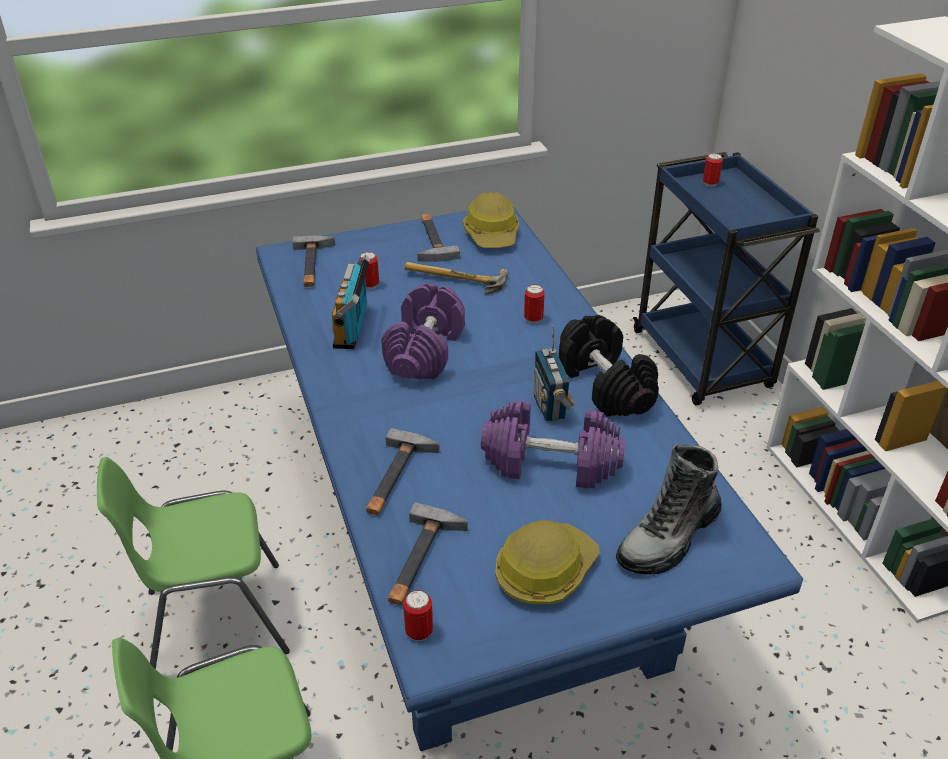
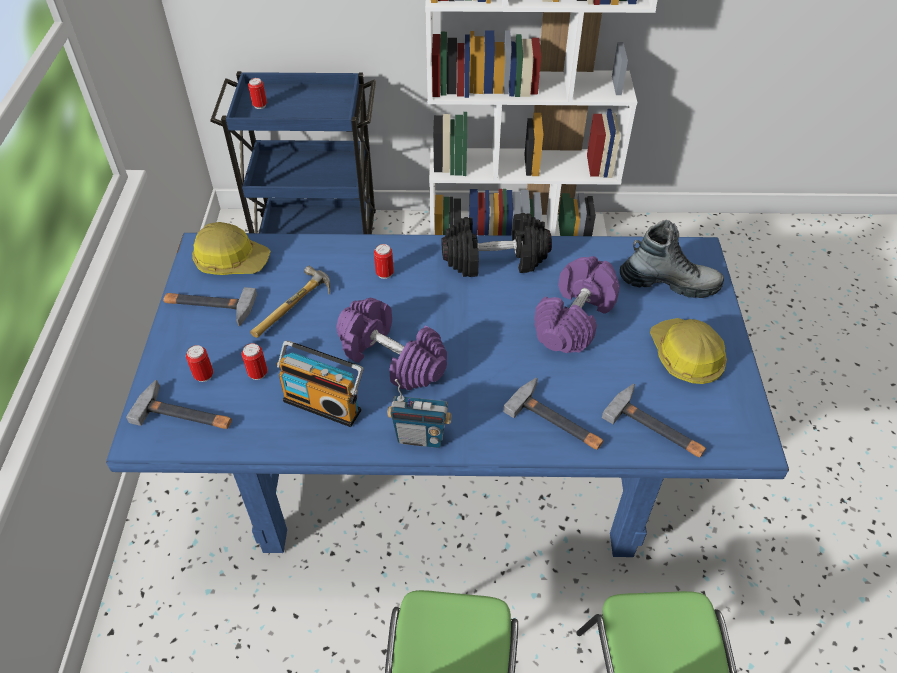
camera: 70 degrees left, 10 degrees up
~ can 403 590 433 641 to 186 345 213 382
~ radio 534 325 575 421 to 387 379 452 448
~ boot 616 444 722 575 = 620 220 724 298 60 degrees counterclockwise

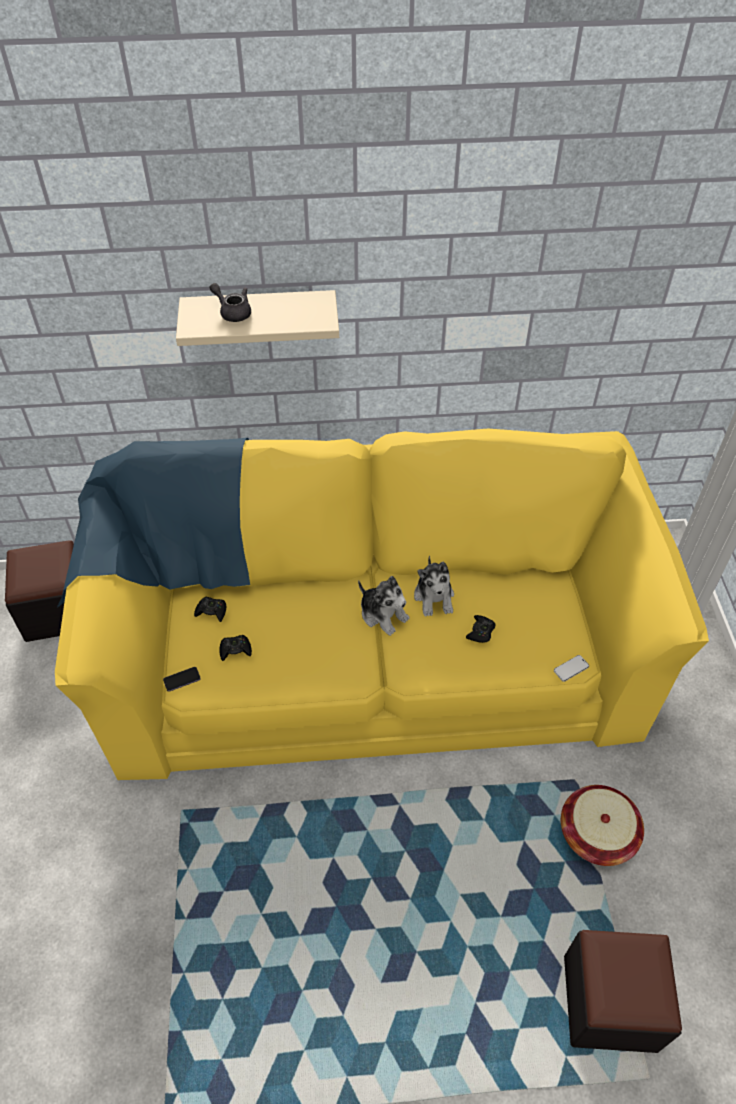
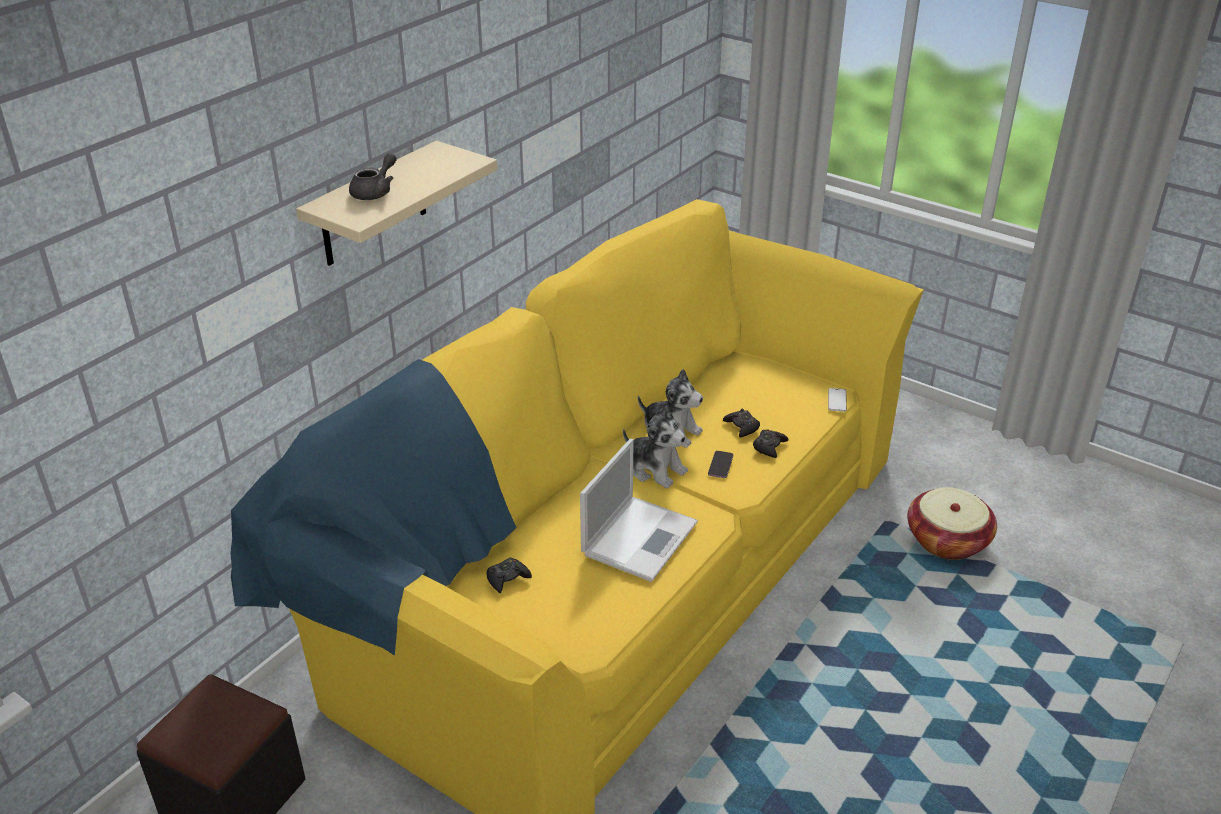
camera: 50 degrees left, 15 degrees down
~ phone 163 667 201 692 to 708 451 733 478
~ teapot (grey) 209 283 251 322 = 349 153 397 200 135 degrees clockwise
~ game controller (black) 219 635 252 661 to 753 429 789 458
~ plush toy 358 576 410 636 = 623 406 688 488 45 degrees clockwise
- ottoman (black) 564 930 682 1053
+ laptop 580 439 698 582

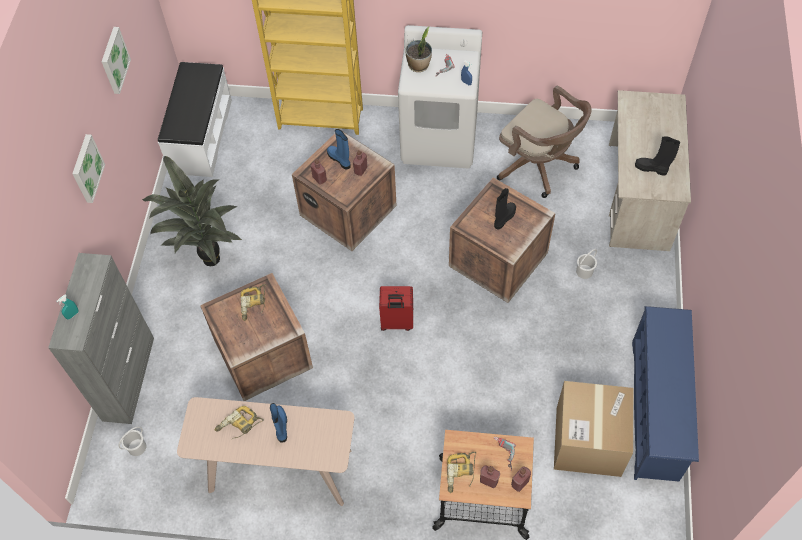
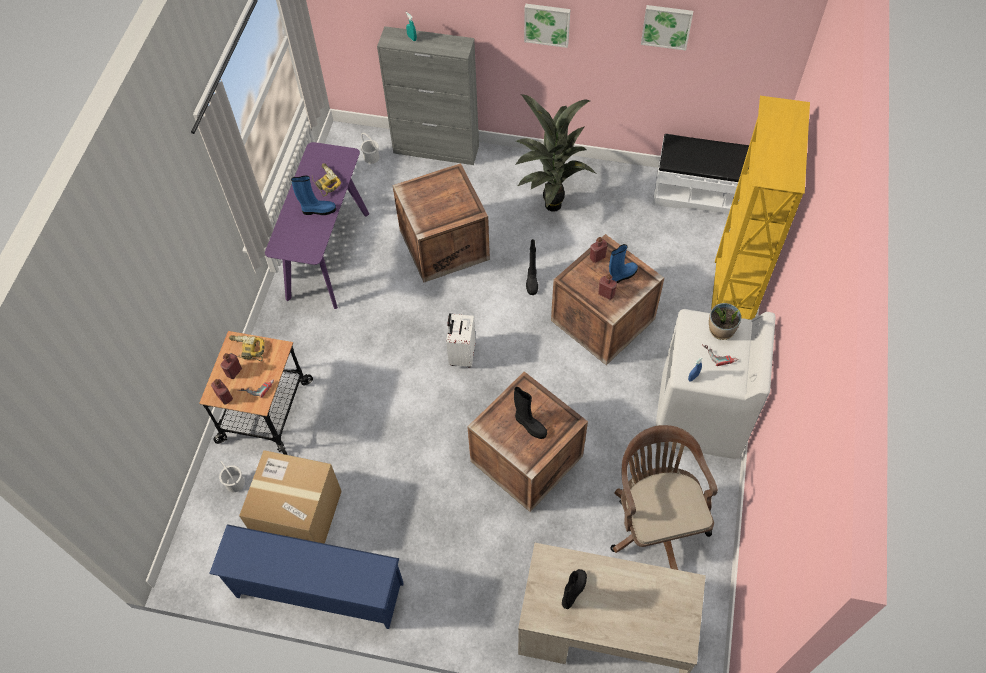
camera: 95 degrees right, 0 degrees up
~ console table (beige) 177 397 354 506 to console table (purple) 265 142 369 309
- power drill 240 284 266 321
~ suitcase (red) 379 286 413 331 to suitcase (white) 446 313 476 368
~ office chair (brown) 497 86 592 198 = 611 425 718 570 120 degrees clockwise
~ bucket (white) 576 249 597 279 to 219 461 245 492
+ boot (black) 526 239 538 295

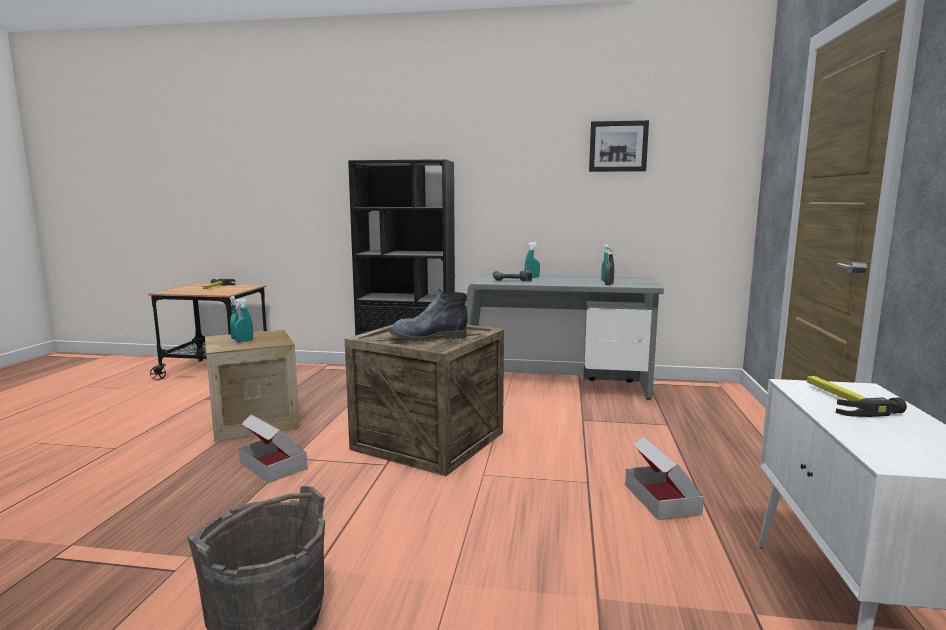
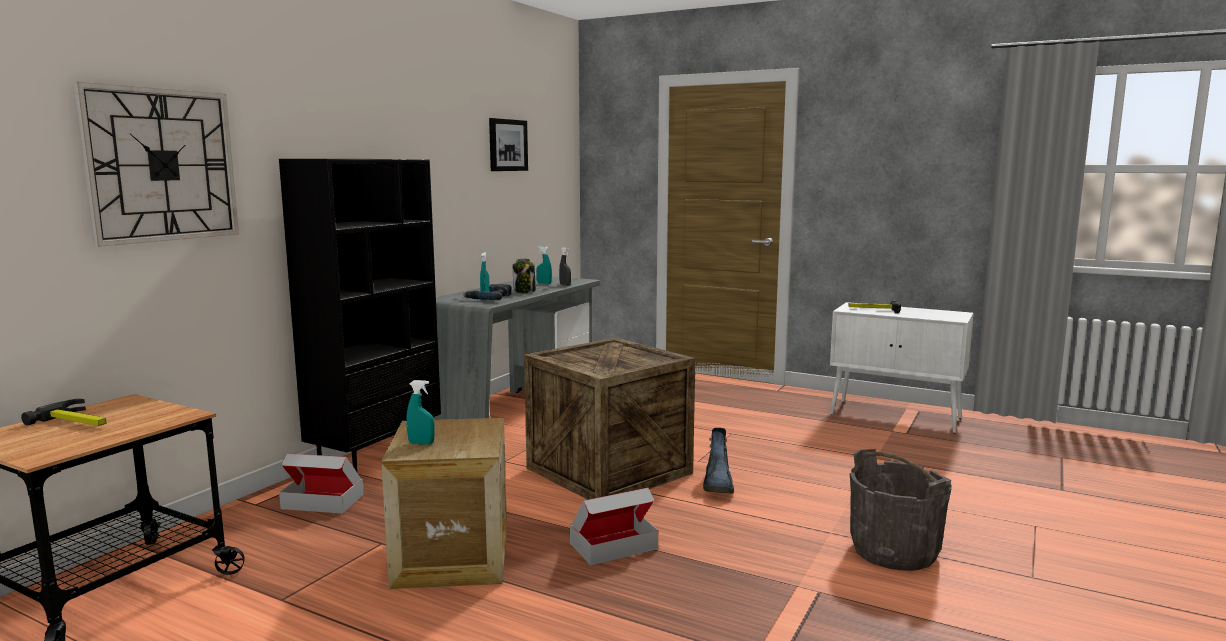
camera: 70 degrees left, 0 degrees up
- spray bottle (turquoise) 234 299 253 342
~ boot 389 289 468 342 to 703 428 734 494
~ cardboard box 625 436 704 520 to 279 453 364 514
+ wall clock 73 82 239 247
+ jar 513 259 536 293

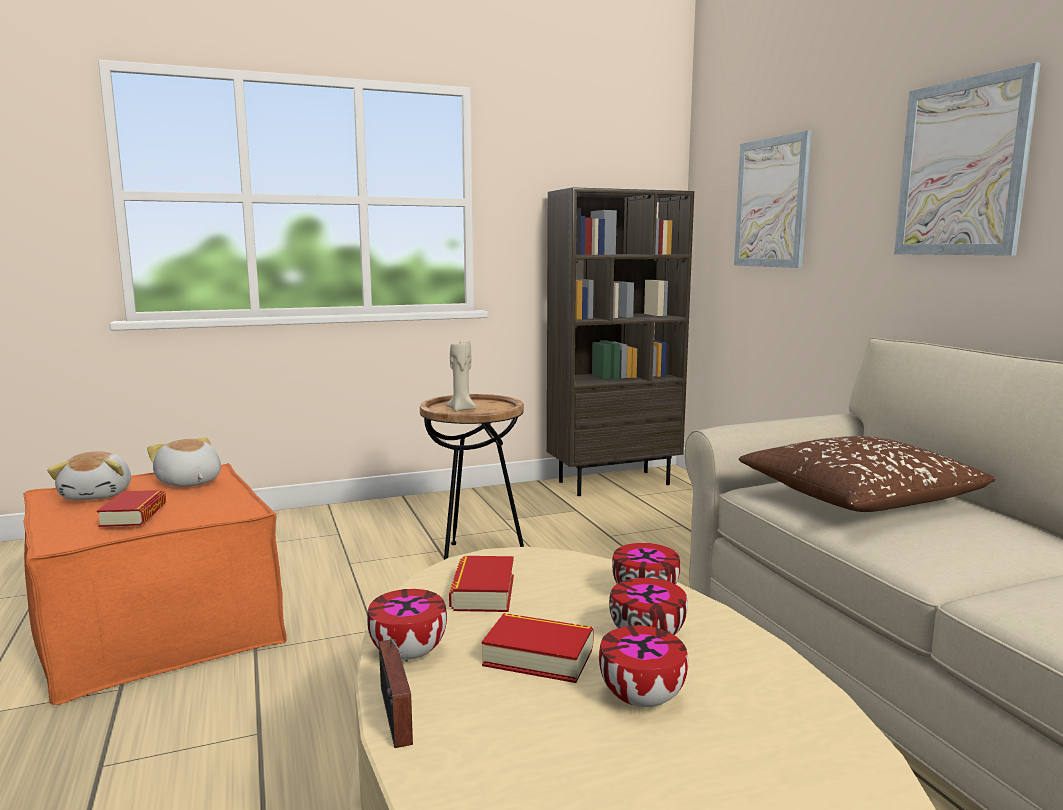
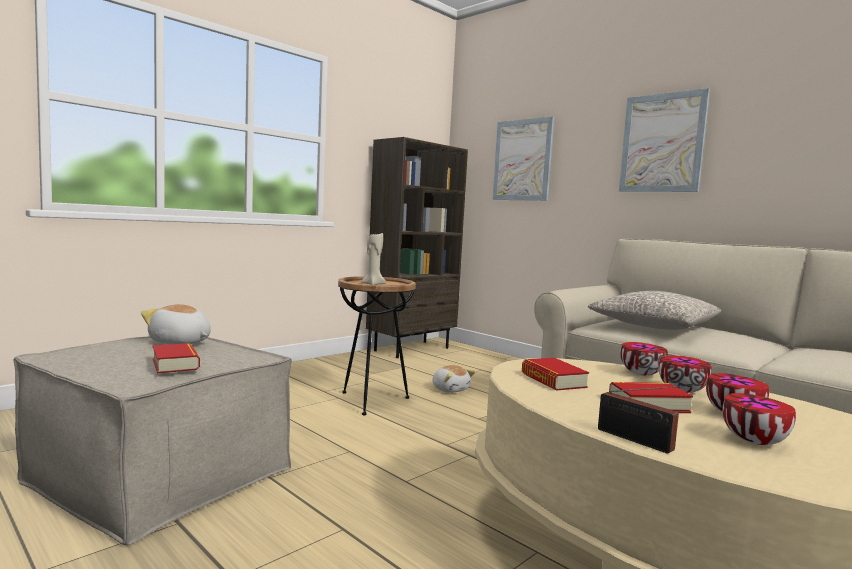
camera: 25 degrees left, 5 degrees down
~ ottoman (orange) 24 463 287 705 to ottoman (beige) 14 336 292 545
~ plush toy 47 451 131 500 to 432 365 475 393
~ bowl 367 589 447 660 to 722 393 796 445
~ pillow (brown) 739 436 995 512 to pillow (grey) 588 291 722 330

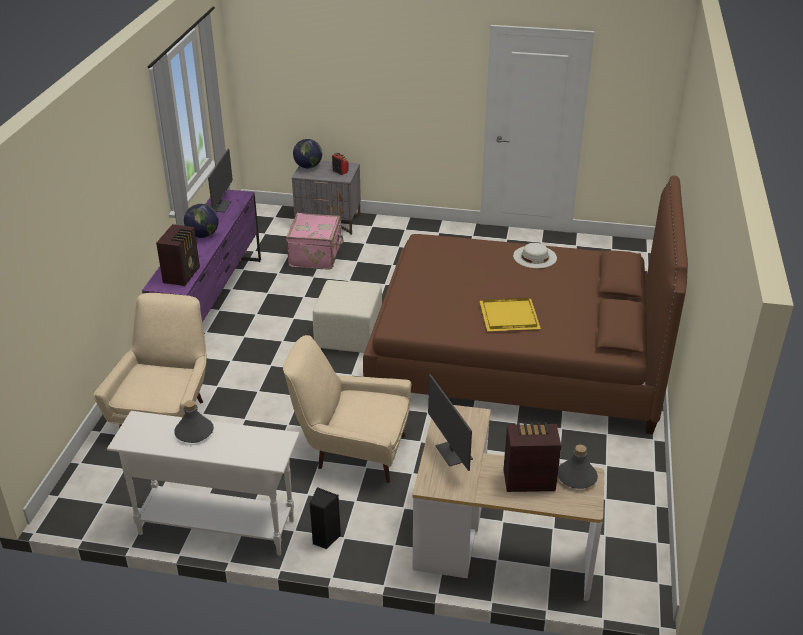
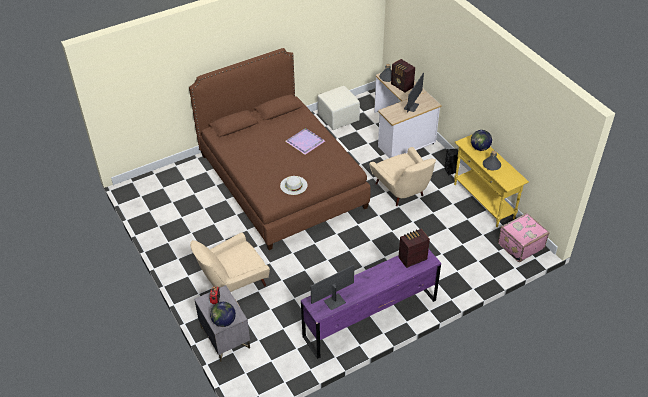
camera: 130 degrees left, 10 degrees up
~ armchair (beige) 93 293 207 428 to 190 232 270 292
~ console table (white) 107 411 300 556 to console table (yellow) 454 134 529 227
~ globe 184 204 219 238 to 471 130 492 151
~ suitcase (pink) 286 213 344 270 to 498 213 550 262
~ ottoman (beige) 313 280 382 353 to 318 86 360 130
~ tray (yellow) 480 298 541 331 to tray (purple) 285 128 325 155
~ hat (white) 513 243 557 268 to 280 176 307 195

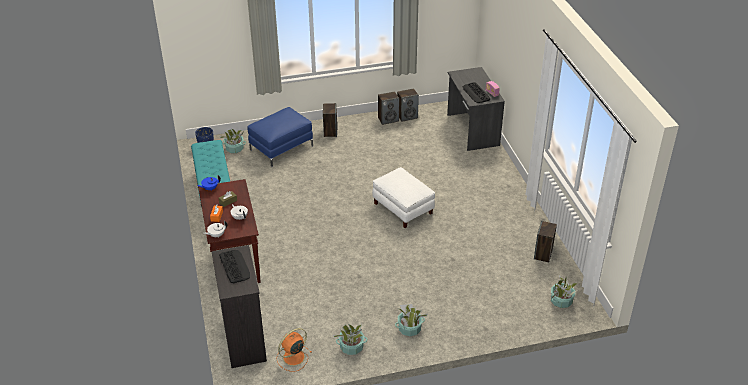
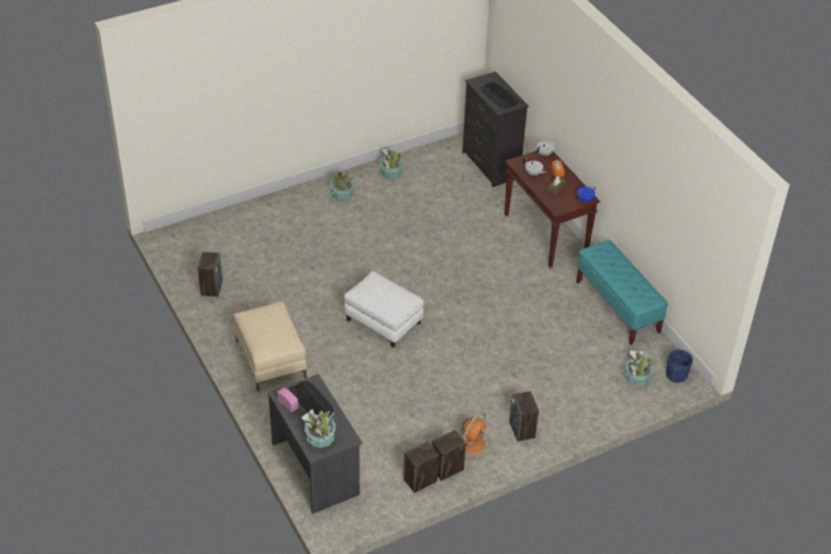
camera: 165 degrees right, 5 degrees up
- ottoman (blue) 248 107 313 167
~ fan (orange) 277 328 312 372 to 459 412 492 460
~ potted plant 551 276 578 308 to 301 409 335 448
+ ottoman (beige) 234 302 307 391

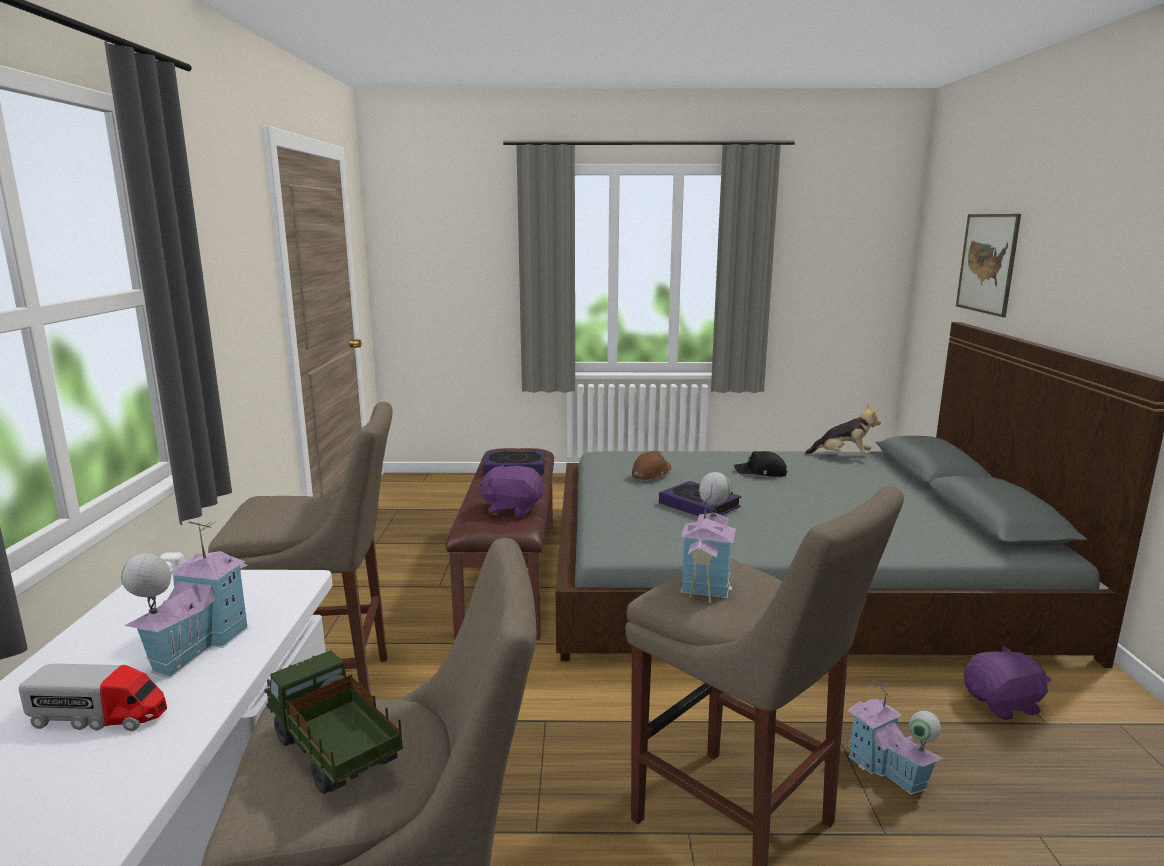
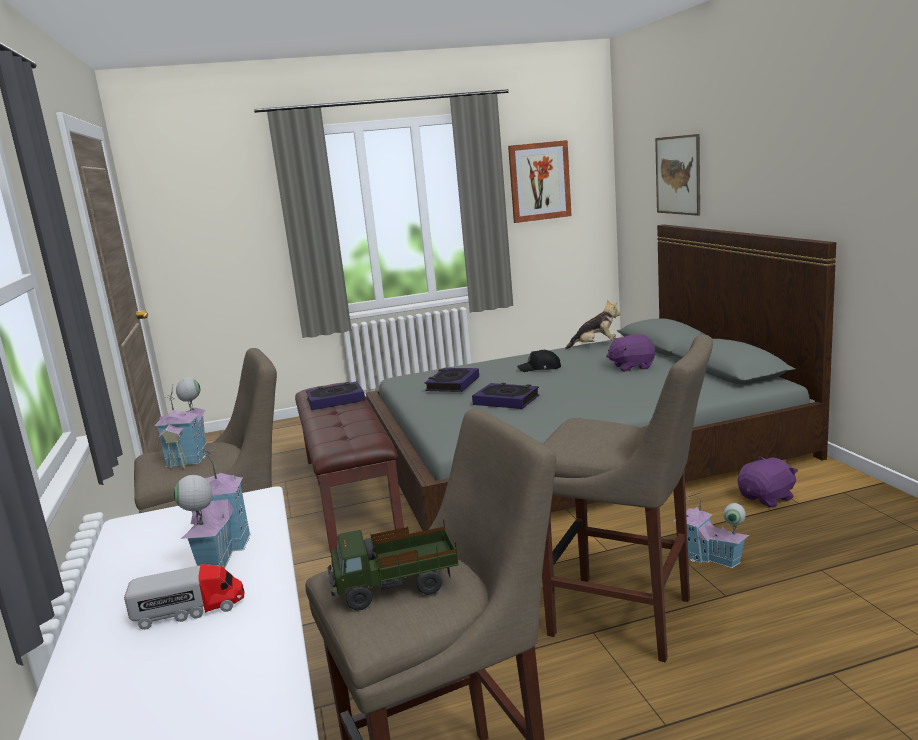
camera: 15 degrees left, 0 degrees up
~ toy truck 264 651 403 794 = 327 519 459 610 45 degrees counterclockwise
~ plush toy (purple) 478 465 544 517 to 606 334 655 372
~ cap (brown) 632 451 671 480 to book 425 368 479 392
~ toy house 681 472 736 603 to 155 377 207 469
+ picture 508 140 572 223

